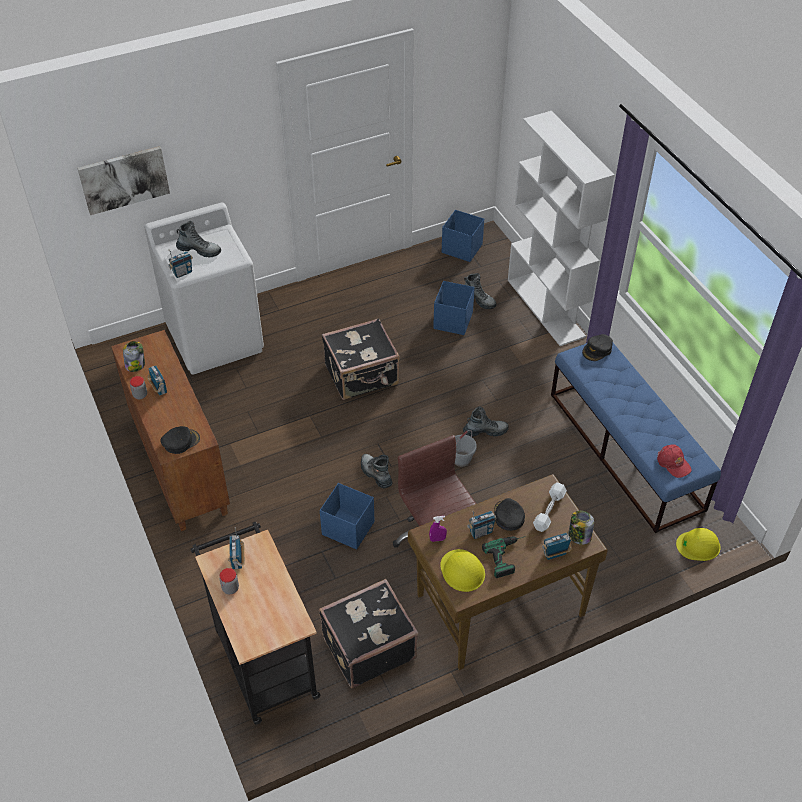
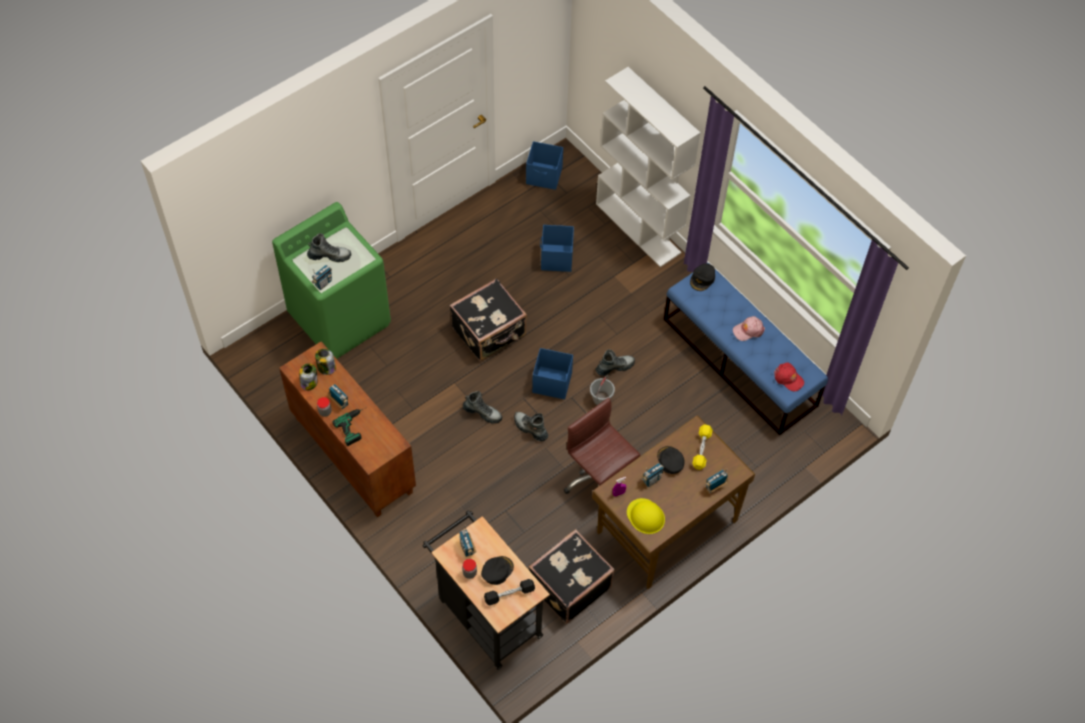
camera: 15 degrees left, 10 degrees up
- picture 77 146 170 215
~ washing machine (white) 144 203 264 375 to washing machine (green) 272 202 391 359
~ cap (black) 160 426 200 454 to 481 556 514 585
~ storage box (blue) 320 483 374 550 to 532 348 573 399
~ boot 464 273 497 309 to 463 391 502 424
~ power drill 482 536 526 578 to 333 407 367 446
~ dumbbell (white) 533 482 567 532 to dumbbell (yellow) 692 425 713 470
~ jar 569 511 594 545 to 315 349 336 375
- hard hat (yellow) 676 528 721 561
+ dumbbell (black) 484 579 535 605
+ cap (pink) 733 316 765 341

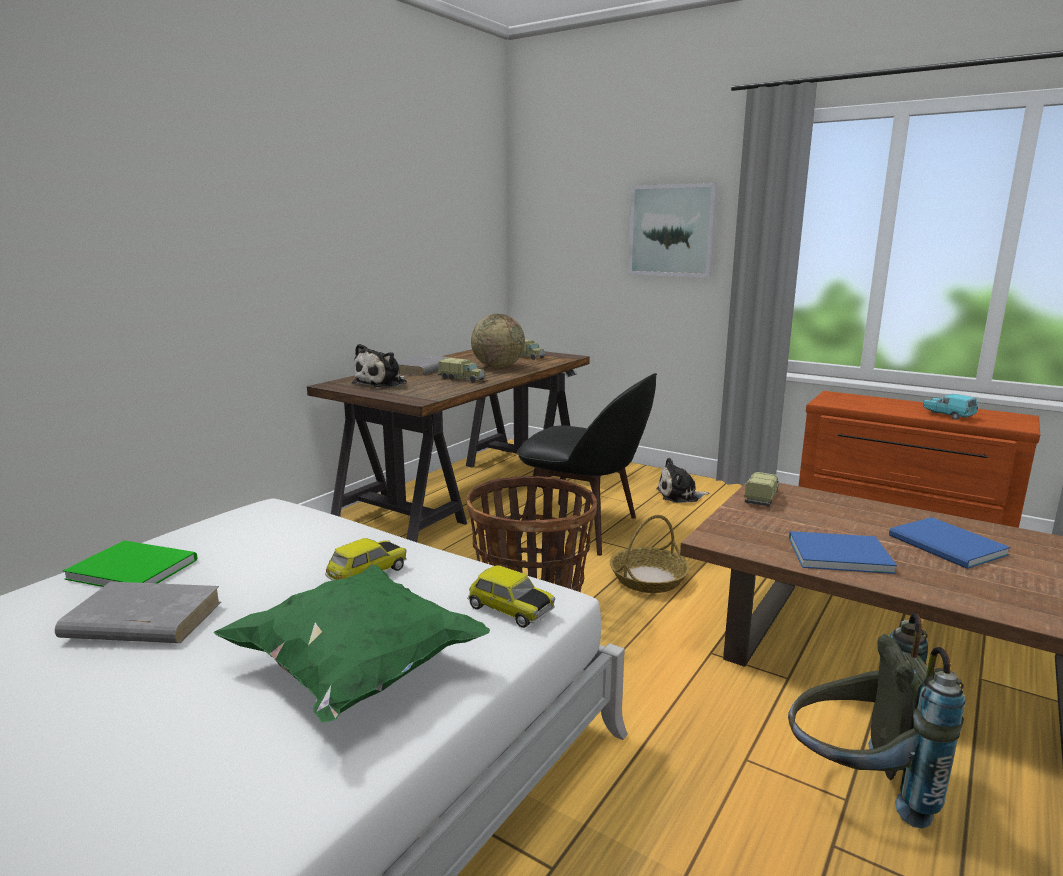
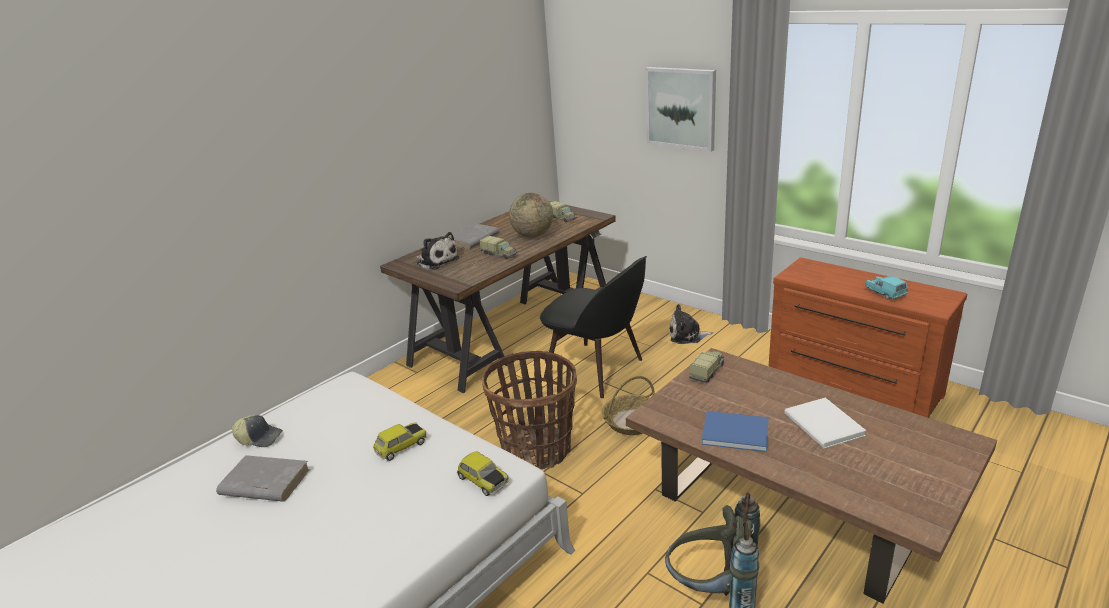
camera: 10 degrees right, 10 degrees up
~ book (green) 63 540 197 587 to cap 232 415 283 447
- pillow (green) 213 565 490 723
~ plush toy 352 344 407 388 = 416 232 460 270 90 degrees counterclockwise
~ book (blue) 889 517 1010 569 to book (white) 784 398 866 448

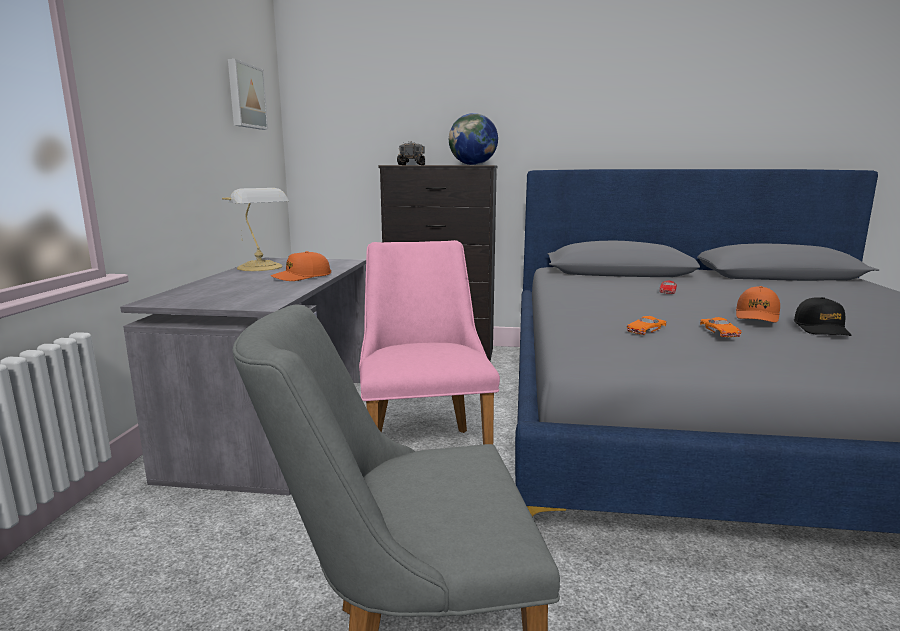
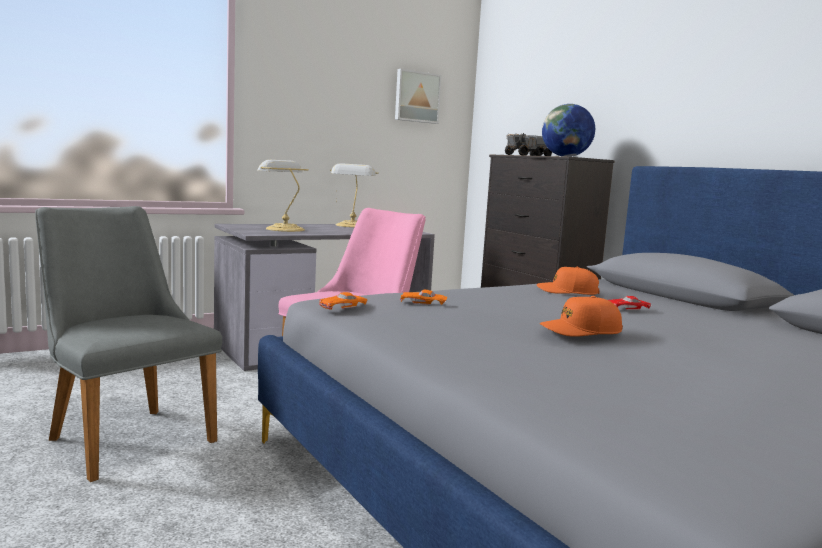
camera: 50 degrees right, 5 degrees down
~ cap (orange) 271 251 331 281 to 537 267 599 295
~ toy car (orange) 700 317 741 338 to 319 292 367 310
- cap (black) 794 297 852 336
+ table lamp 257 160 309 232

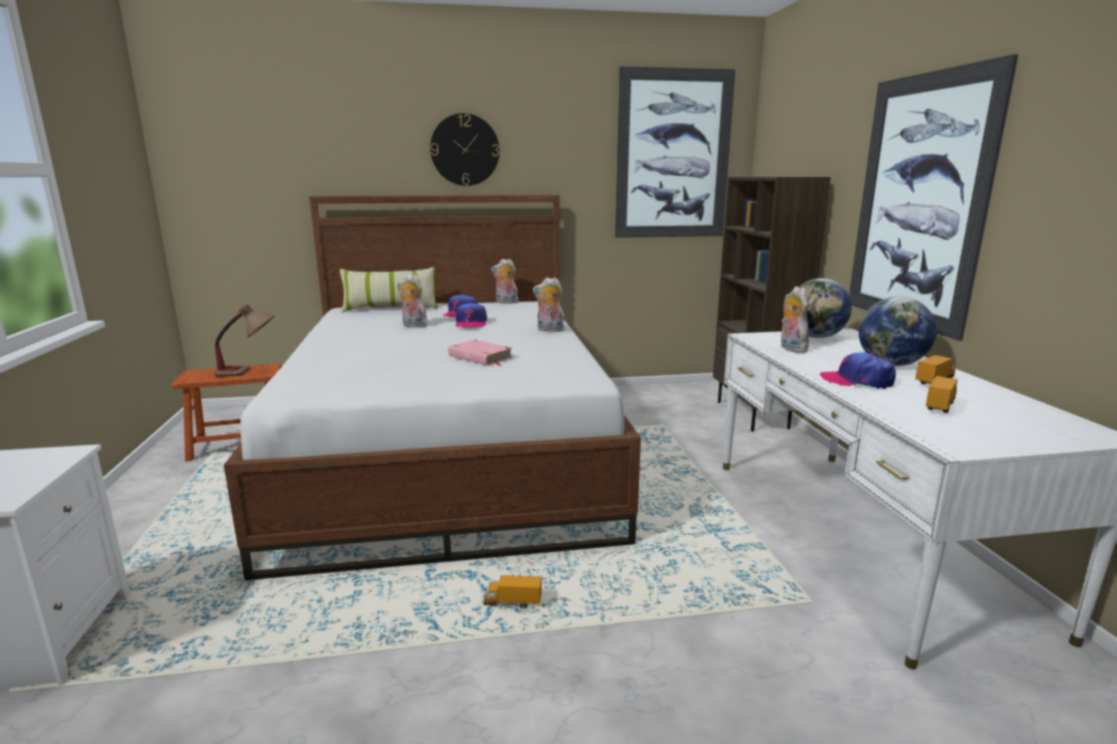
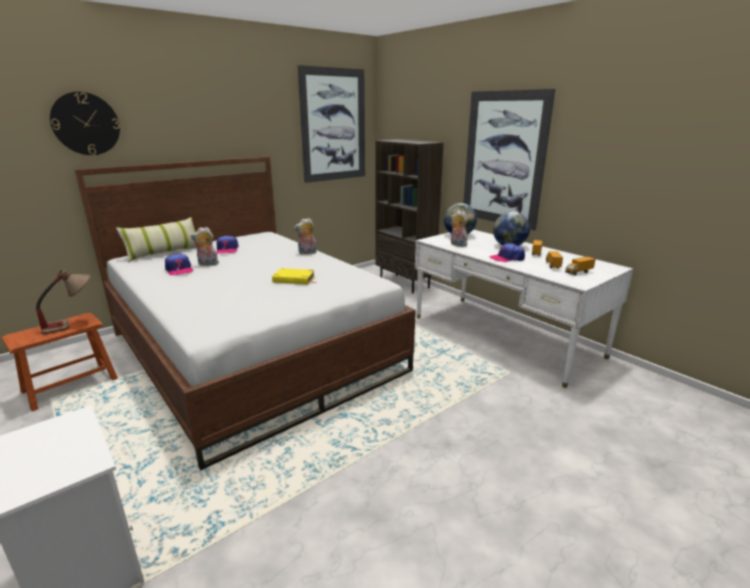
camera: 30 degrees left, 5 degrees up
~ wall clock 430 113 500 186 to 50 92 120 155
~ book (pink) 448 340 513 366 to book (yellow) 272 268 316 284
~ cap 455 302 487 327 to 165 254 193 275
~ toy truck 484 575 542 608 to 565 256 596 276
- plush toy 491 259 518 304

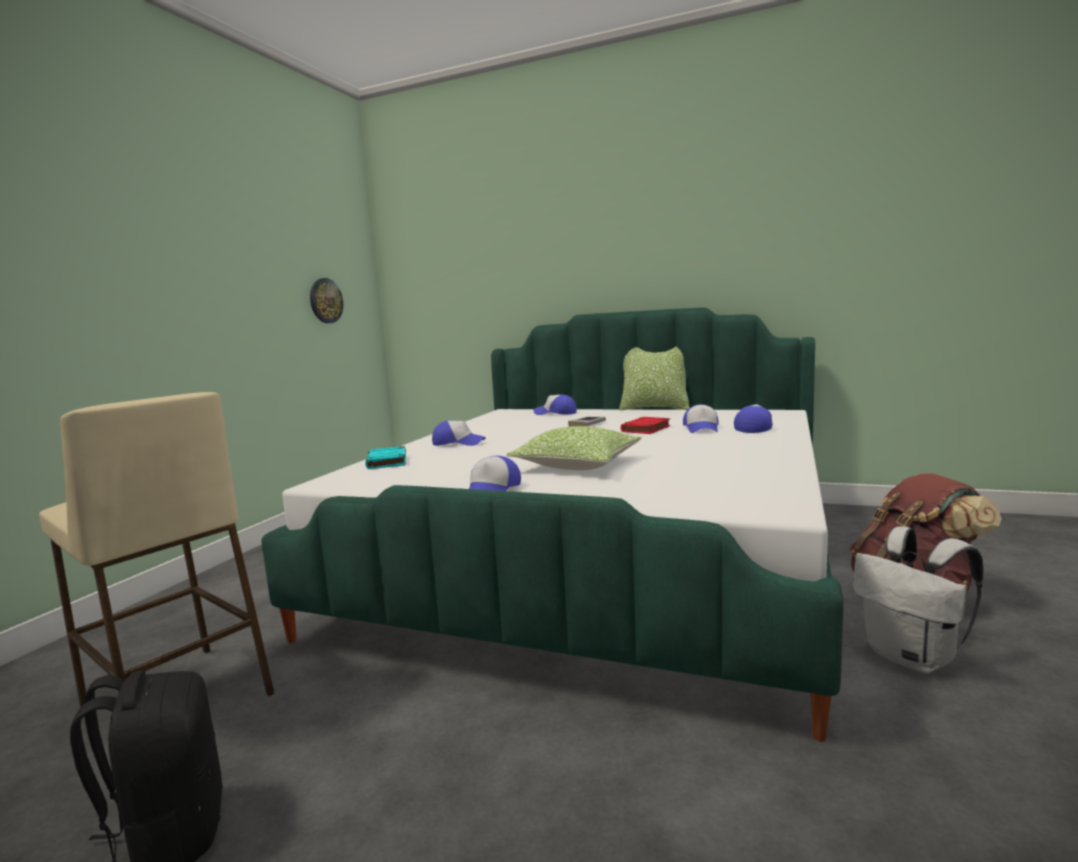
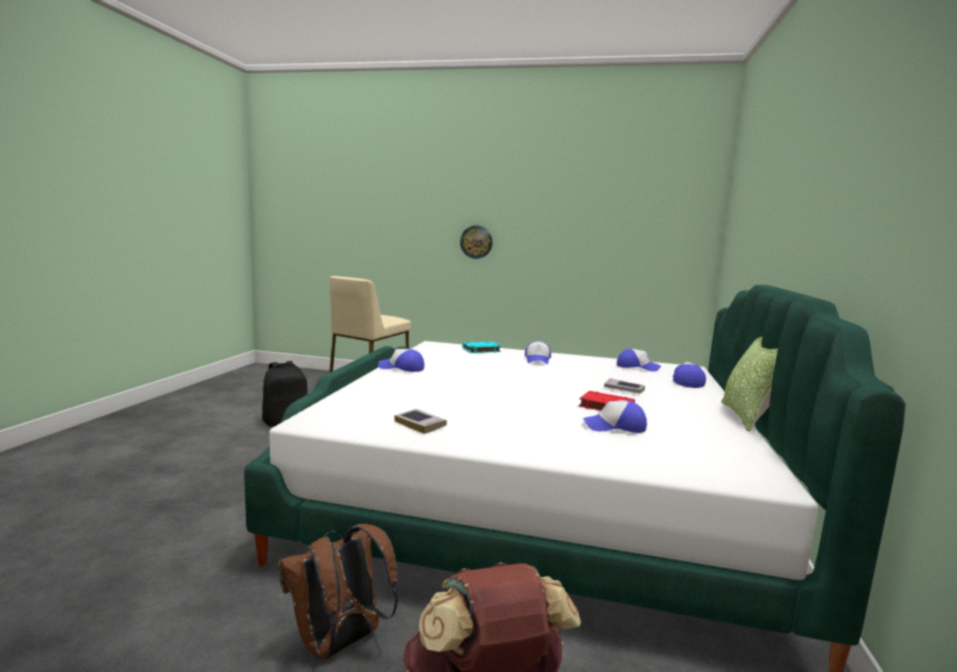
camera: 80 degrees right, 0 degrees up
~ wall clock 310 278 343 323 to 460 225 493 259
- pillow 506 426 642 470
~ cap 734 404 773 433 to 617 349 661 372
~ backpack (white) 852 526 983 674 to backpack (brown) 278 524 398 659
+ book 394 409 447 434

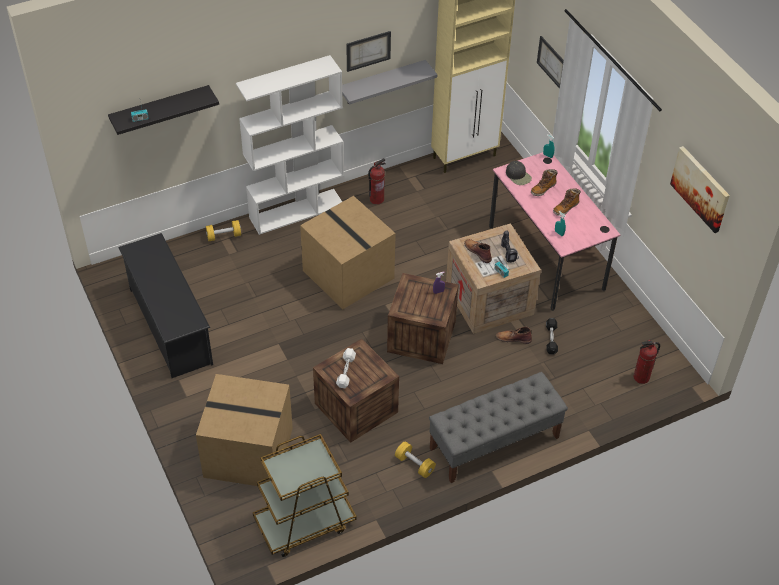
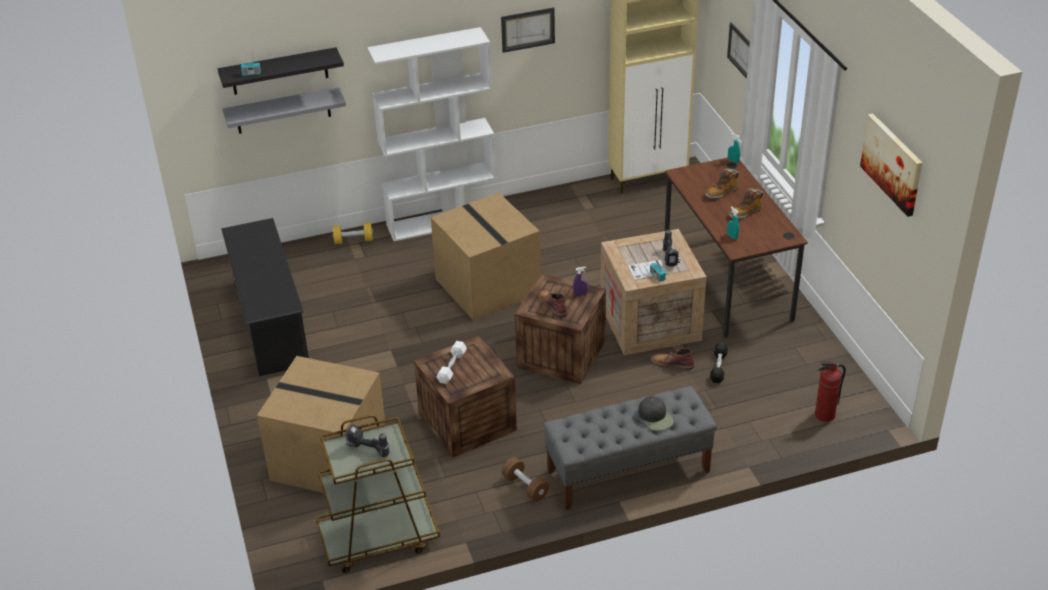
camera: 10 degrees right, 10 degrees down
~ shelf (grey) 342 60 437 105 to 222 87 346 134
- fire extinguisher 368 158 385 205
~ dumbbell (yellow) 395 441 436 478 to dumbbell (brown) 502 457 550 502
~ boot (brown) 464 239 492 263 to 539 290 568 318
~ desk (pink) 489 152 620 311 to desk (brown) 665 158 808 338
~ cap (black) 506 161 532 185 to 638 396 674 431
+ power drill 345 425 390 457

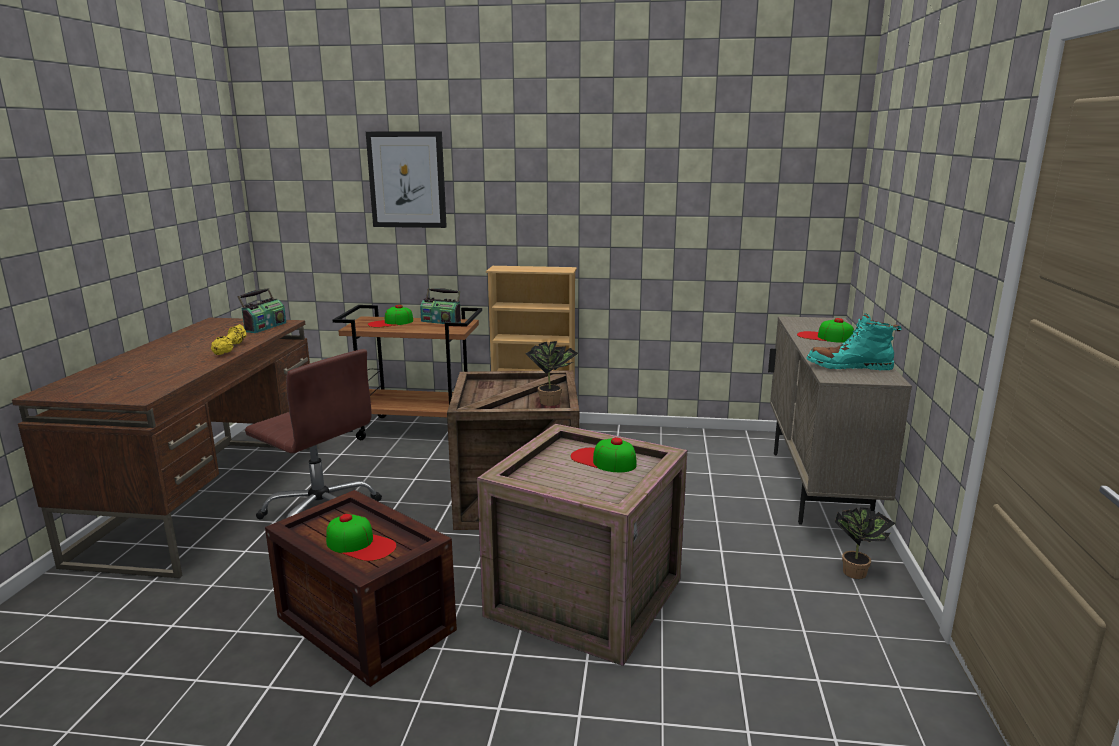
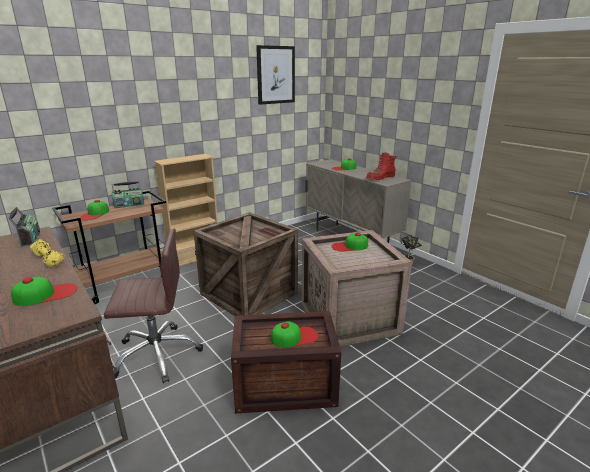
camera: 45 degrees left, 5 degrees up
~ picture 366 131 447 228 to 256 45 295 105
- potted plant 526 341 579 406
~ boot (turquoise) 806 313 902 370 to boot (red) 366 153 396 180
+ cap 11 277 78 306

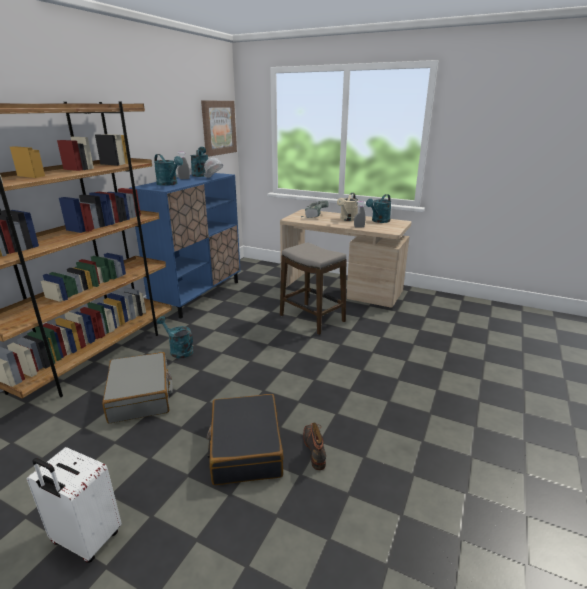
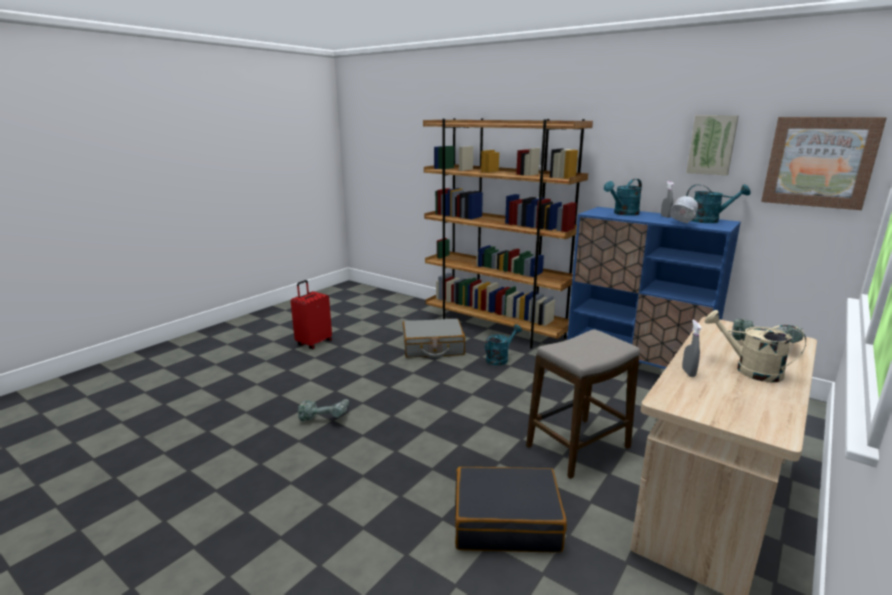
camera: 100 degrees right, 5 degrees down
~ suitcase (white) 27 447 122 563 to suitcase (red) 291 280 332 349
~ suitcase (black) 207 394 284 485 to 455 467 567 552
~ boot 303 422 326 470 to power drill 298 399 349 421
- watering can (turquoise) 366 194 392 223
+ picture 686 115 739 175

